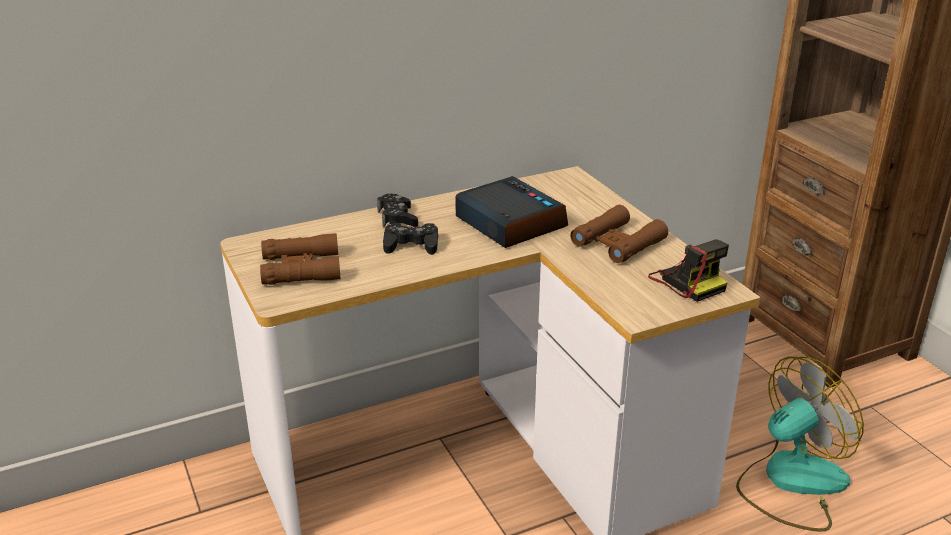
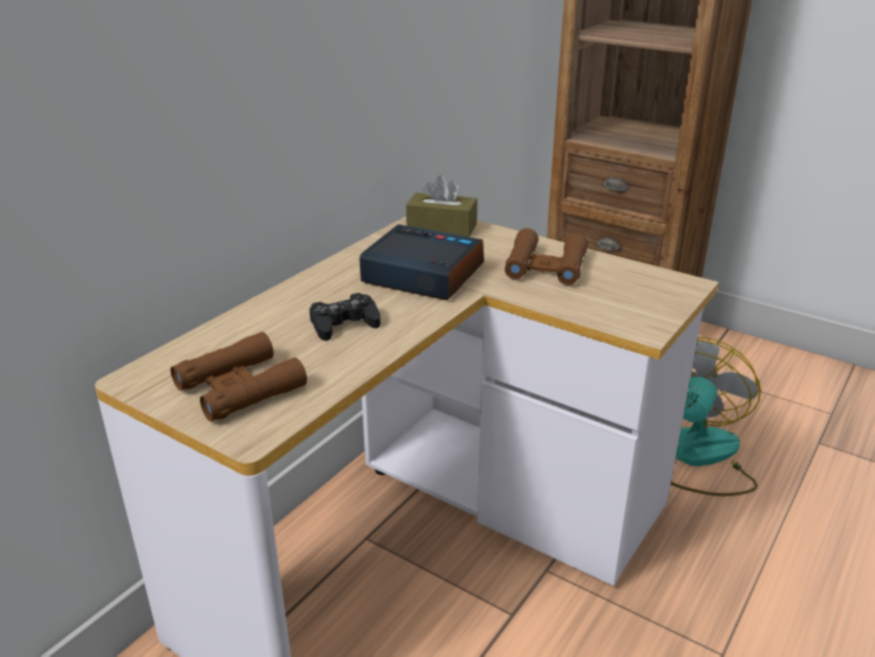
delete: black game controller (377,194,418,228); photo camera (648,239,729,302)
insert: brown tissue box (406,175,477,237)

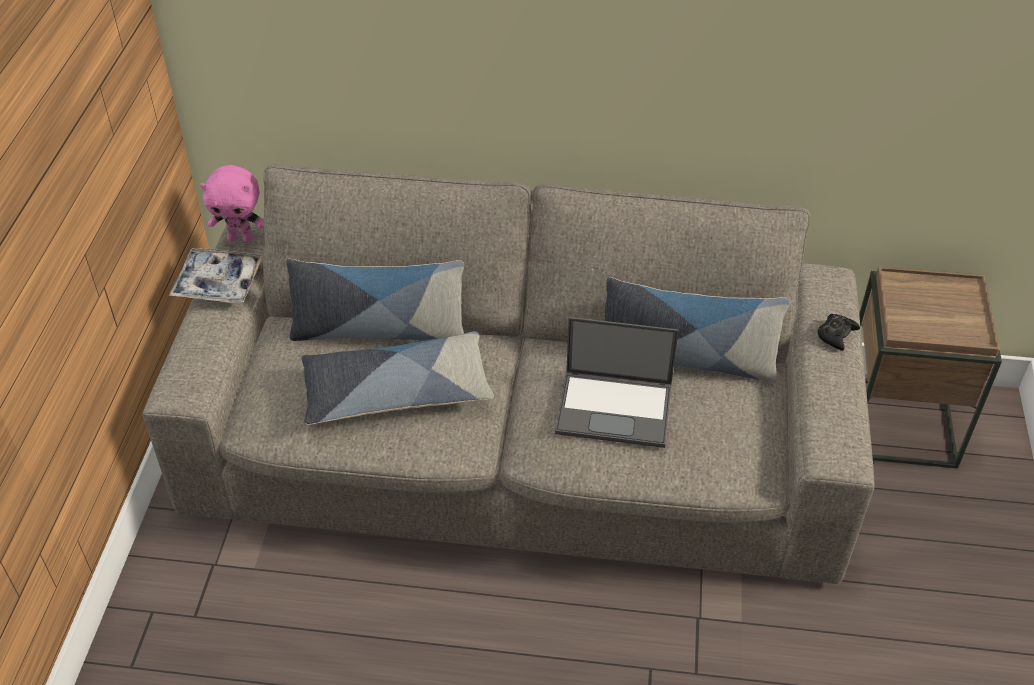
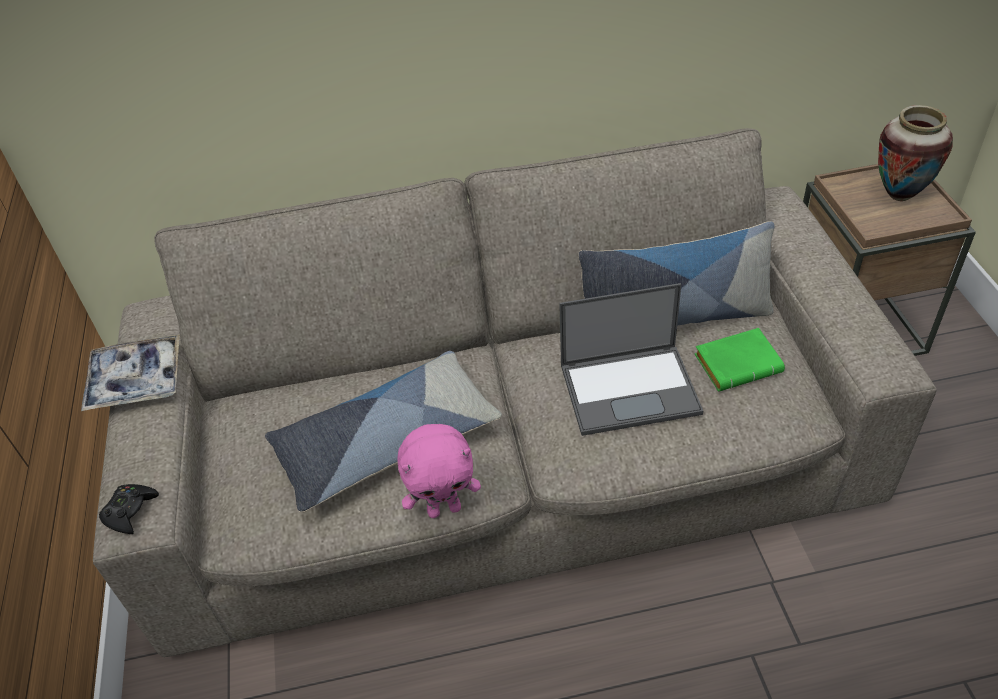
delete: pillow (286,259,464,341)
insert: green book (695,328,785,392); vase (878,105,953,201)
move: pink plush toy (200,165,264,242) to (397,424,481,518); black game controller (818,314,860,351) to (99,484,159,534)

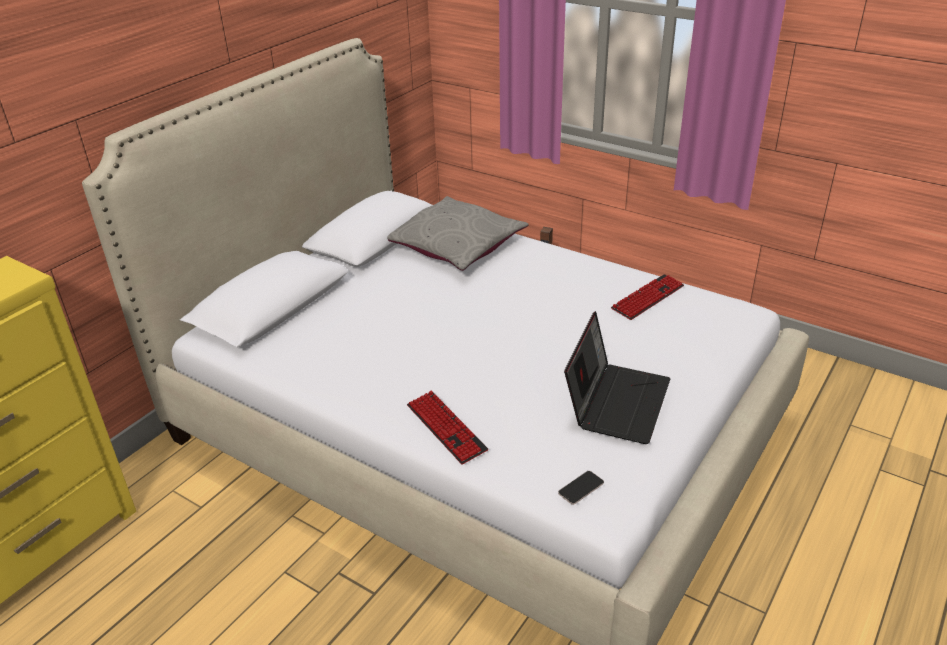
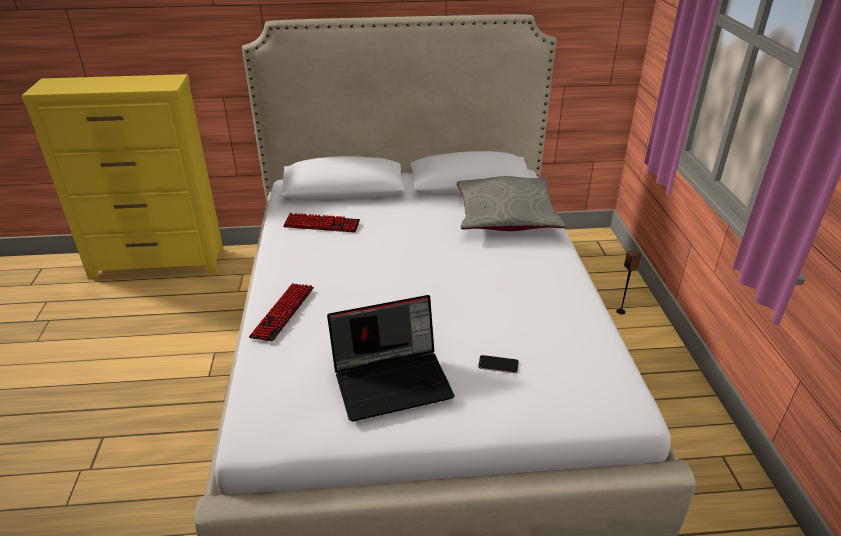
move: phone (558,471,604,505) to (478,355,519,373); keyboard (611,274,684,320) to (283,213,360,232)

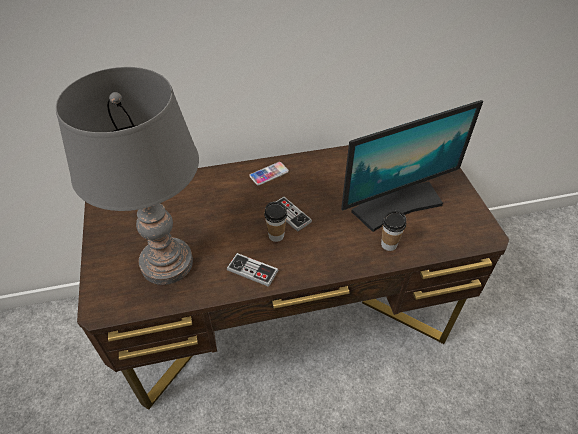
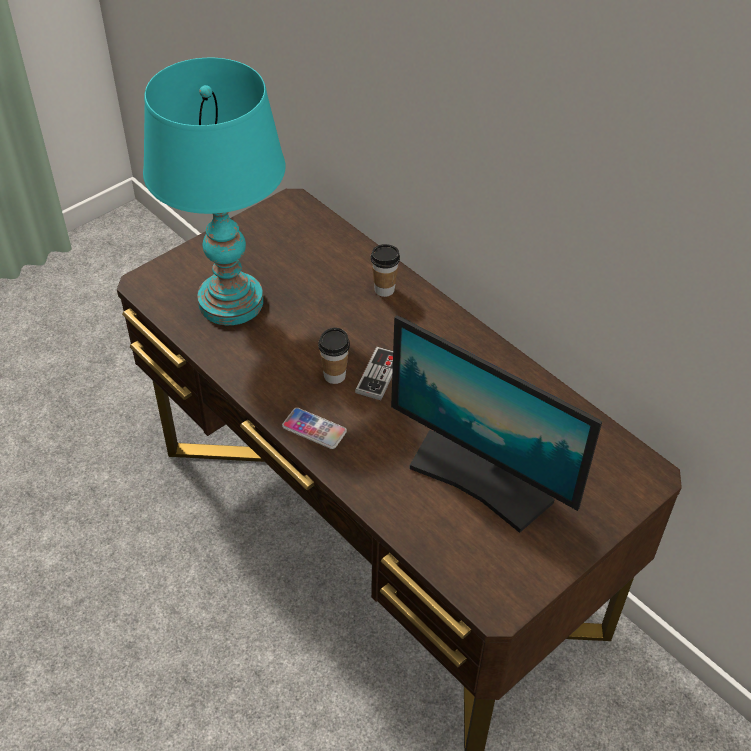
delete: game controller (227,253,278,287)
move: phone (249,162,289,185) to (282,408,347,449); cup (381,211,406,251) to (371,244,400,297)
recolor: grey table lamp (56,67,199,285) to turquoise table lamp (143,58,286,325)

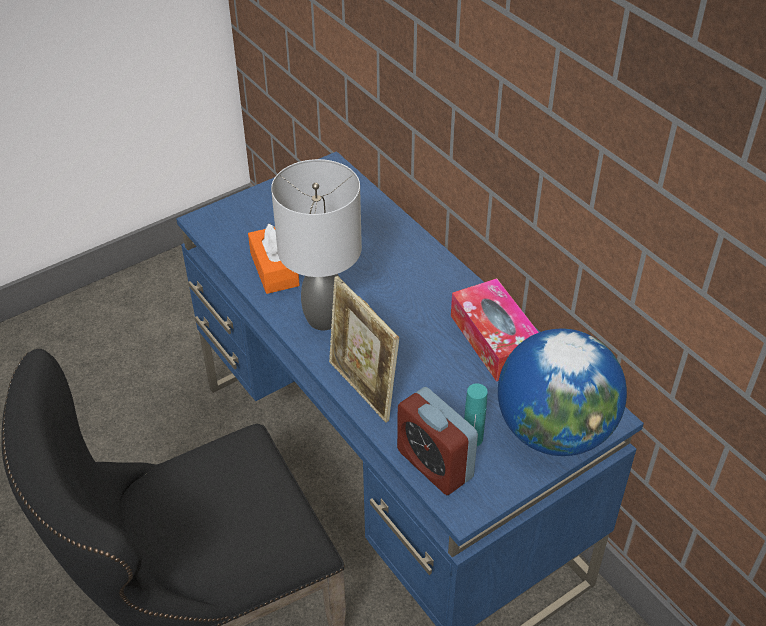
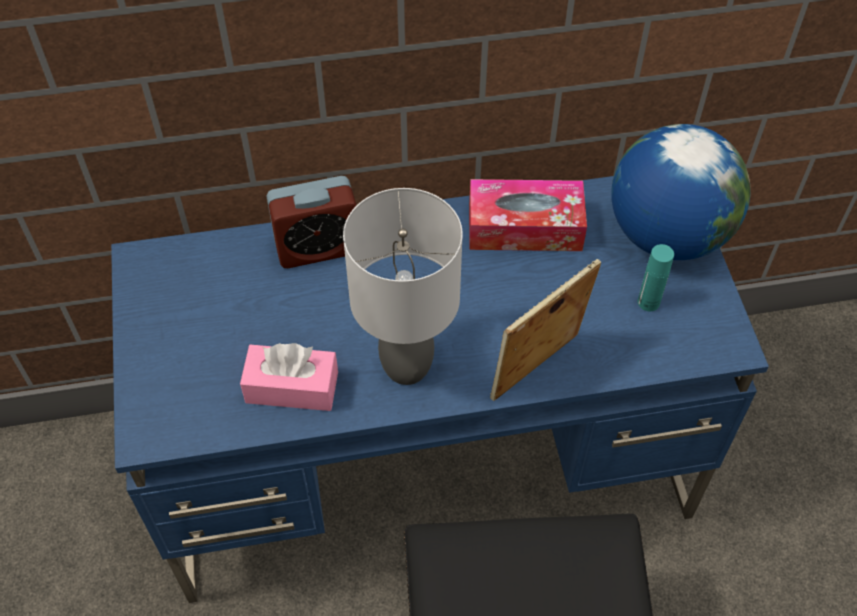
move: alarm clock (397,387,478,495) to (266,176,356,268)
recolor: orange tissue box (248,223,300,294) to pink tissue box (240,343,338,411)
rotate: picture frame (329,276,399,423) = (490,259,601,401) 150 degrees clockwise

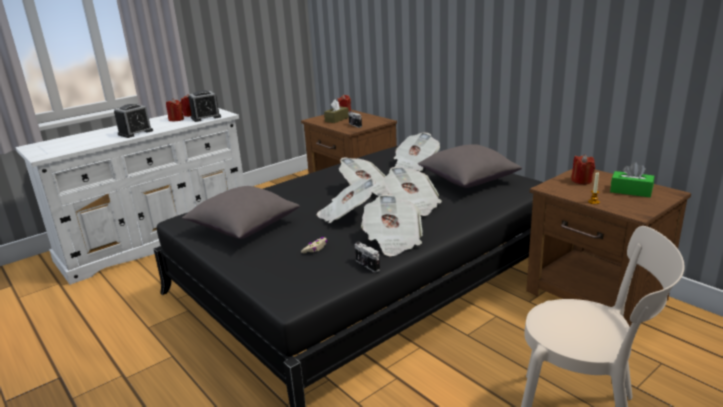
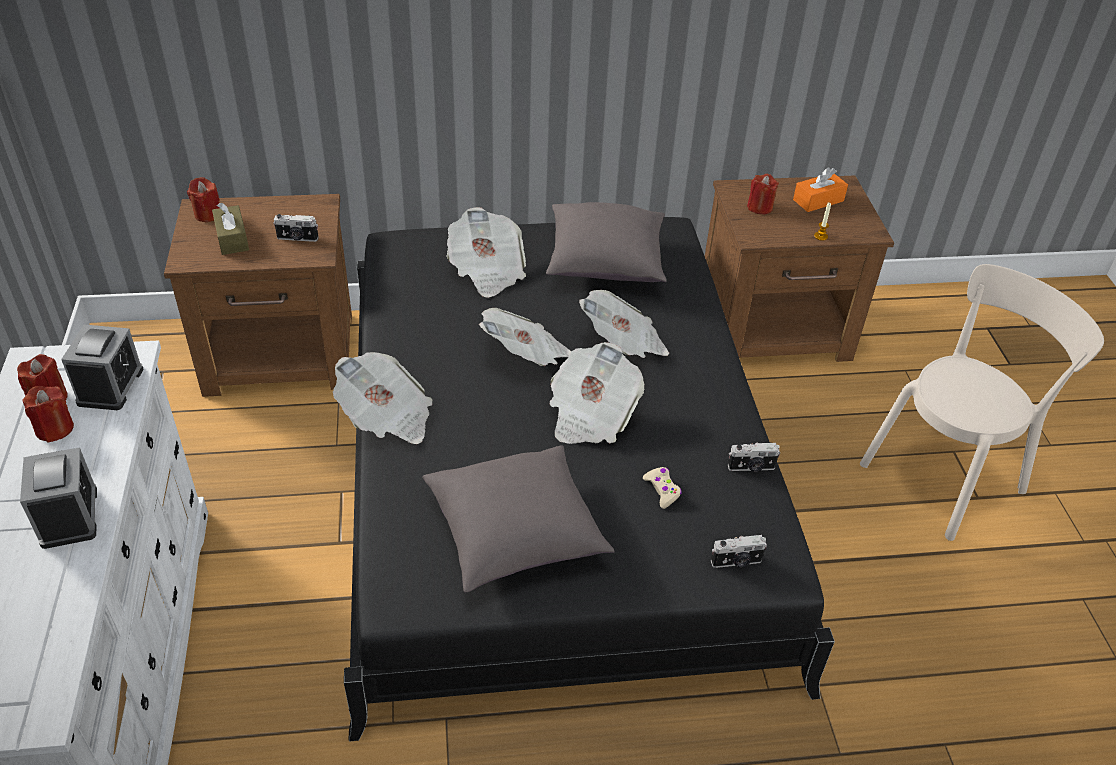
insert: photo camera (711,535,767,568)
move: newspaper (361,194,423,256) to (333,352,433,444)
recolor: green tissue box (610,162,654,197) to orange tissue box (793,167,848,212)

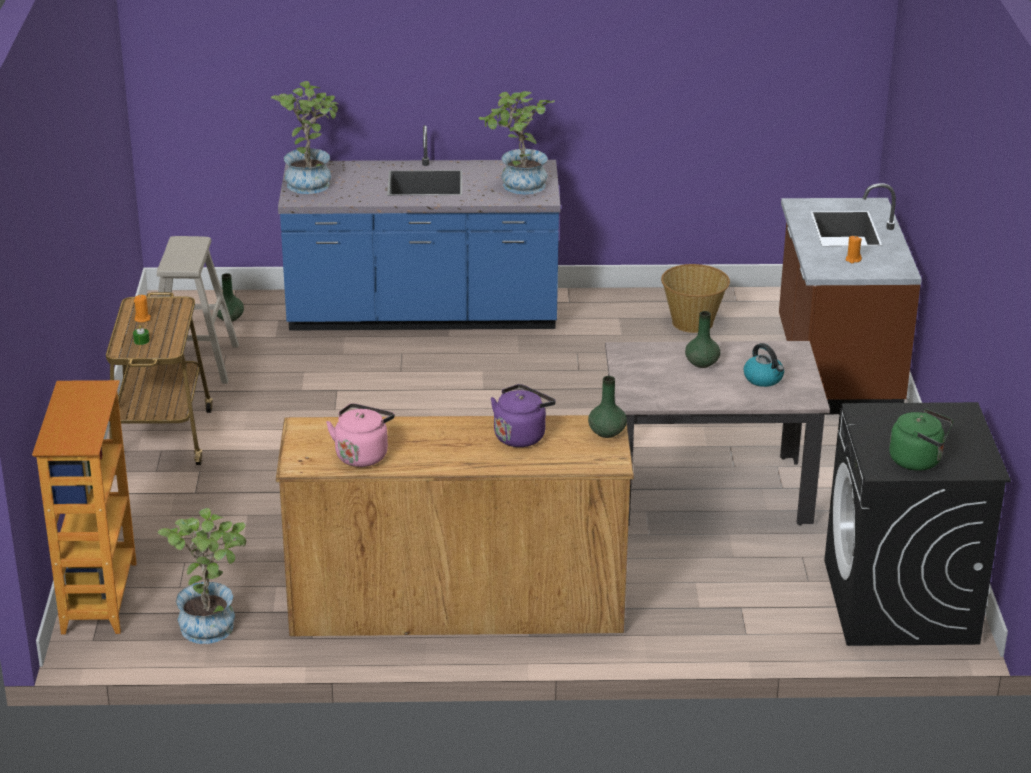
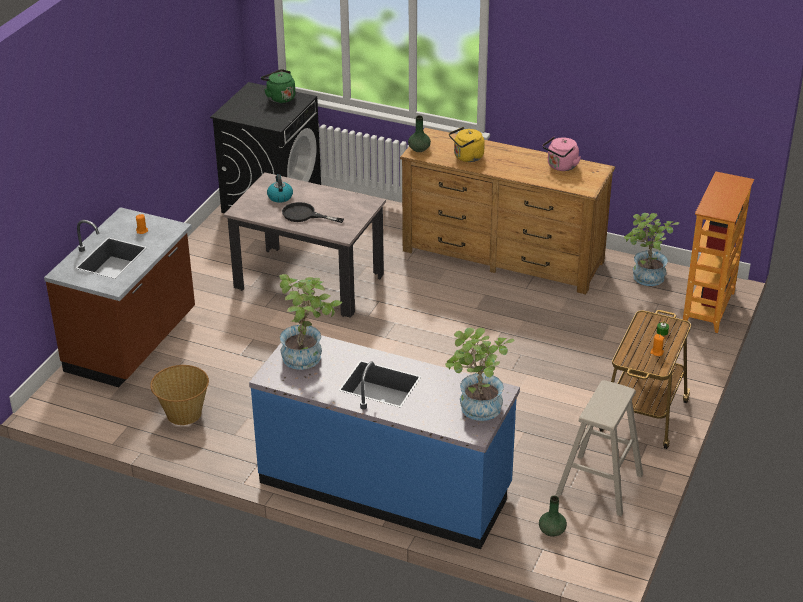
replace: green vase (685,311,720,368) to black frying pan (282,202,344,223)
recolor: purple kettle (491,384,556,447) to yellow kettle (449,127,485,162)

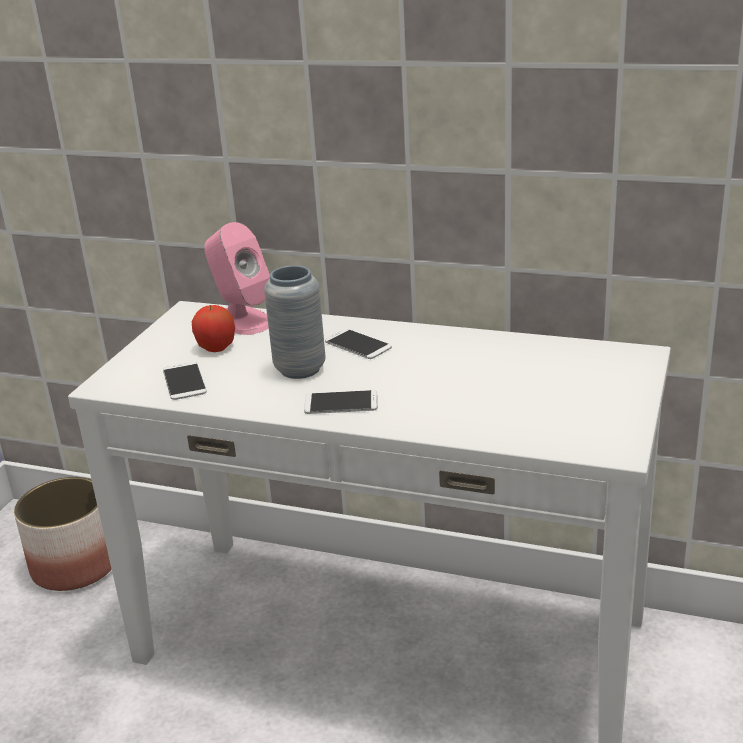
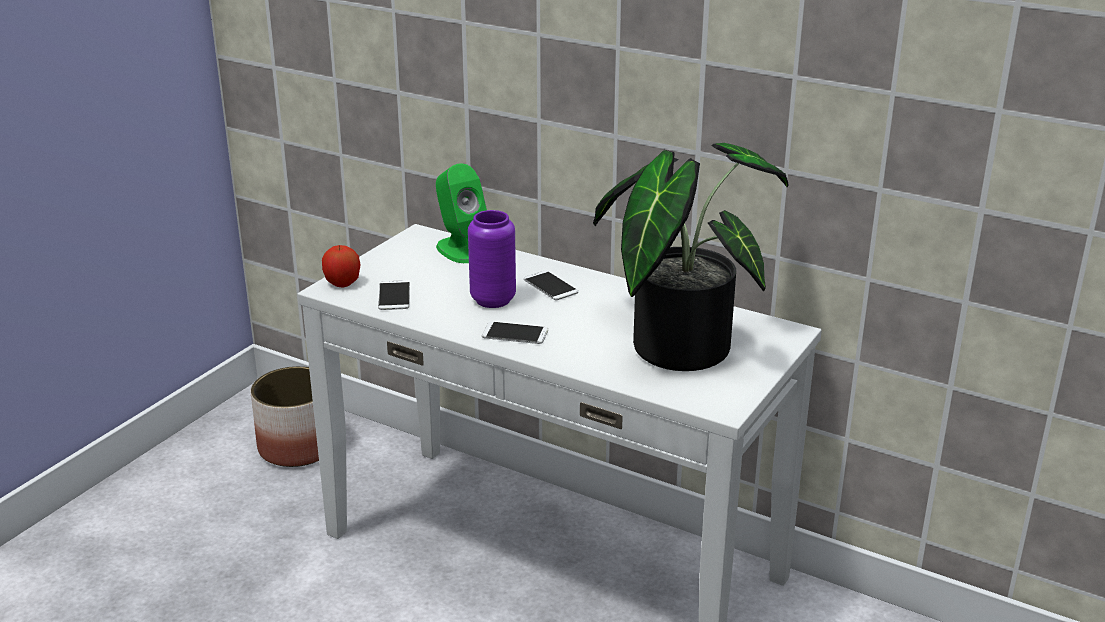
insert: potted plant (593,143,788,371)
move: apple (192,305,235,352) to (322,245,361,287)
recolor: pink speaker (204,222,270,335) to green speaker (436,163,487,263); grey vase (264,265,326,379) to purple vase (468,210,516,308)

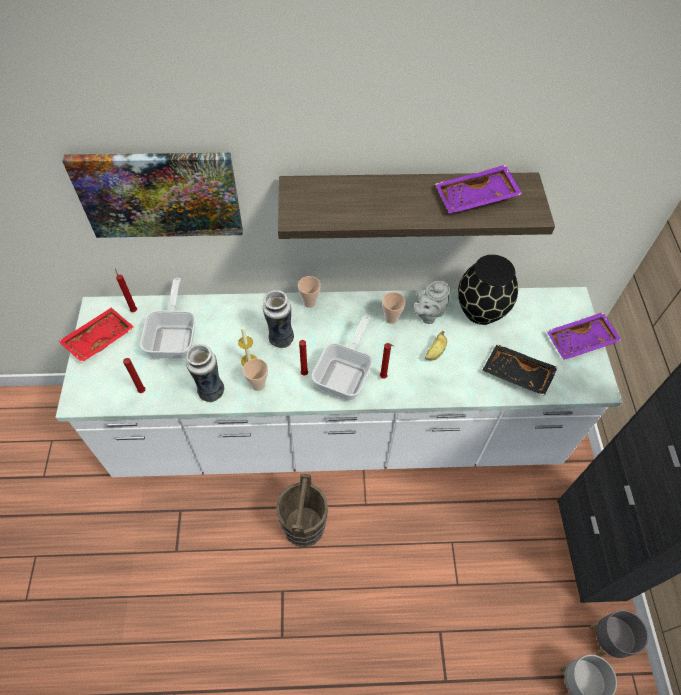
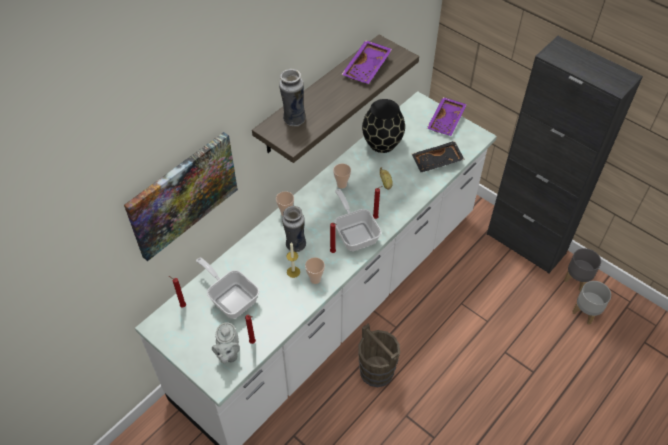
delete: red tray (58,307,135,363)
move: vase (186,344,224,402) to (279,69,306,126); grey teapot (414,281,450,324) to (212,322,240,363)

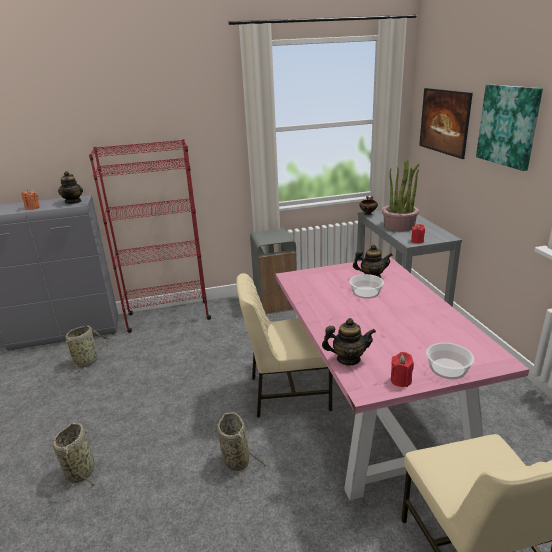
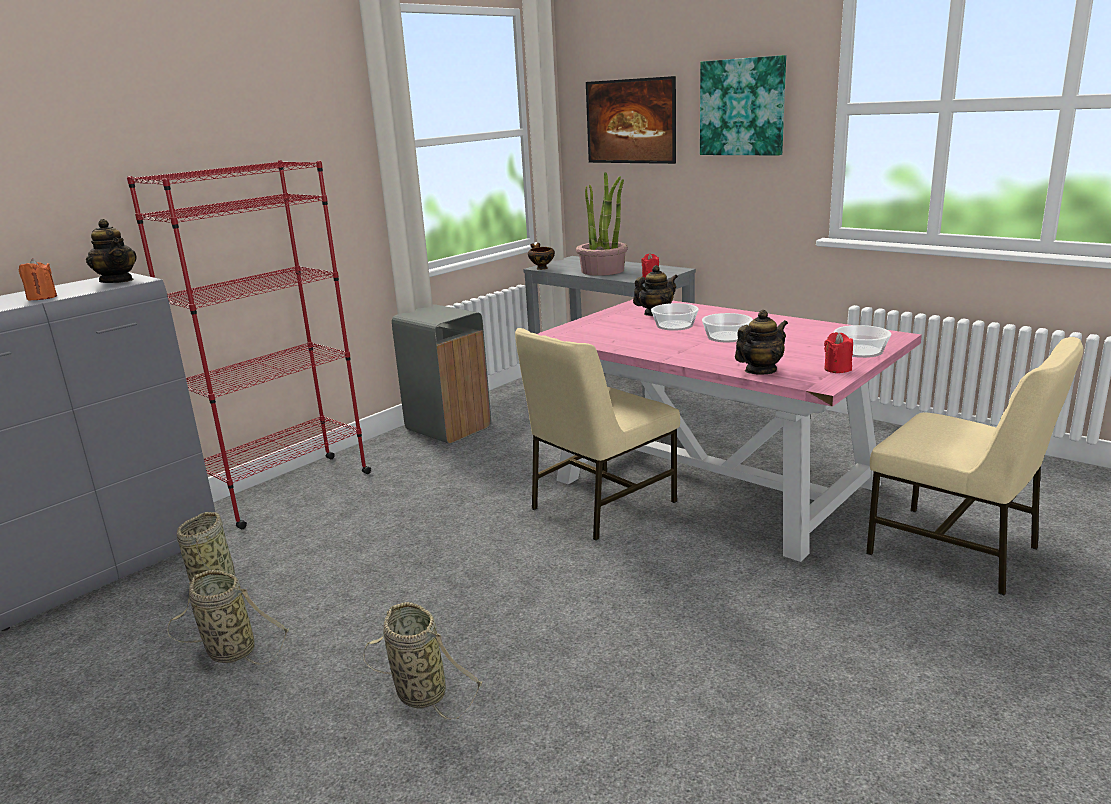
insert: bowl (702,313,753,342)
move: basket (213,412,267,483) to (167,570,289,665)

